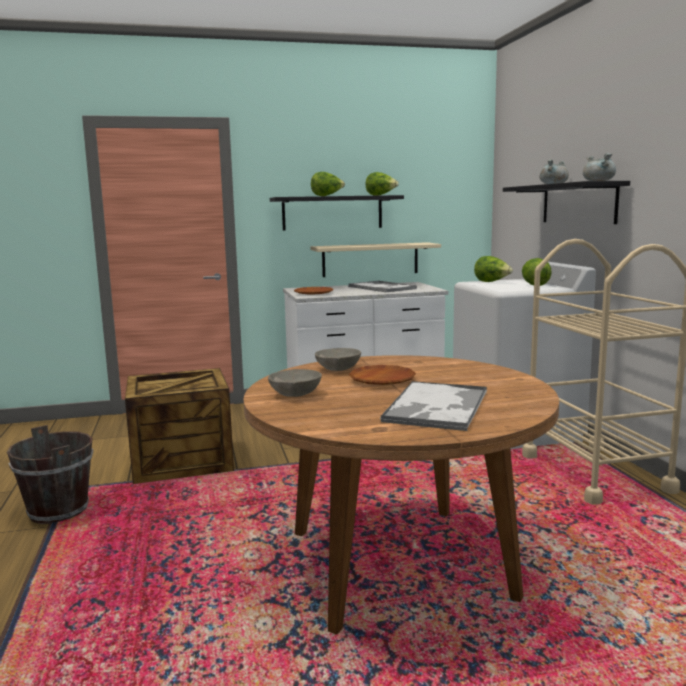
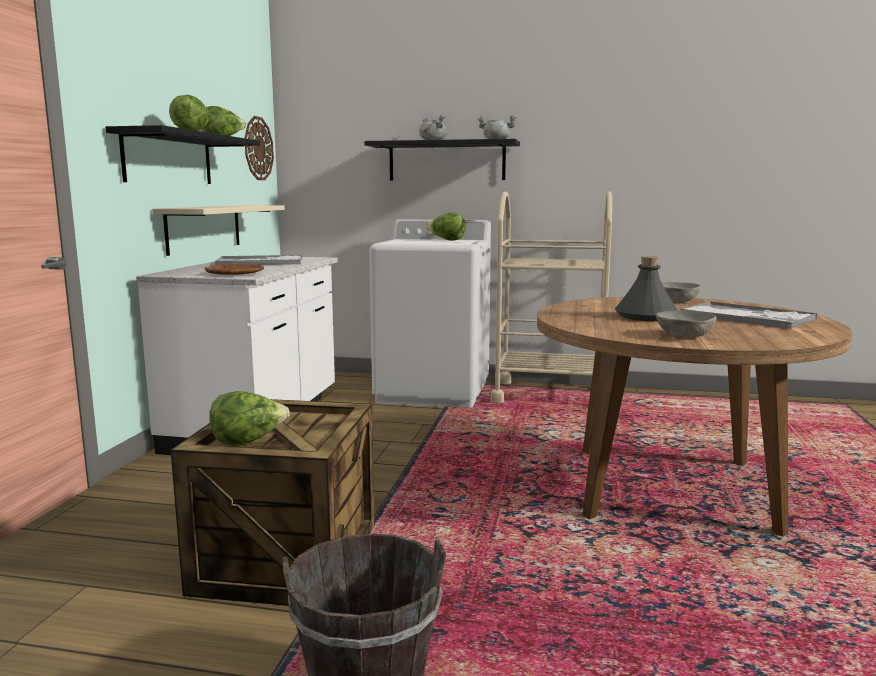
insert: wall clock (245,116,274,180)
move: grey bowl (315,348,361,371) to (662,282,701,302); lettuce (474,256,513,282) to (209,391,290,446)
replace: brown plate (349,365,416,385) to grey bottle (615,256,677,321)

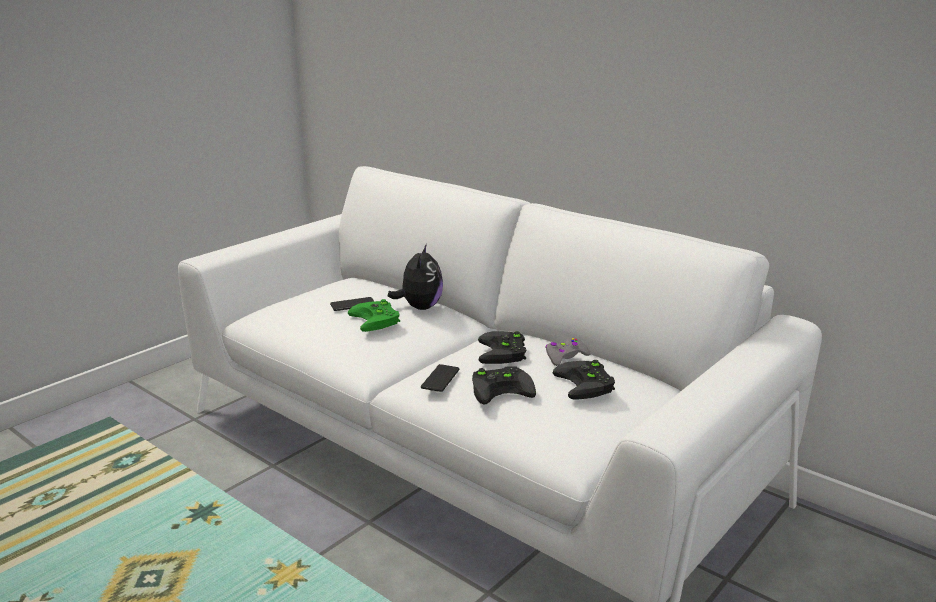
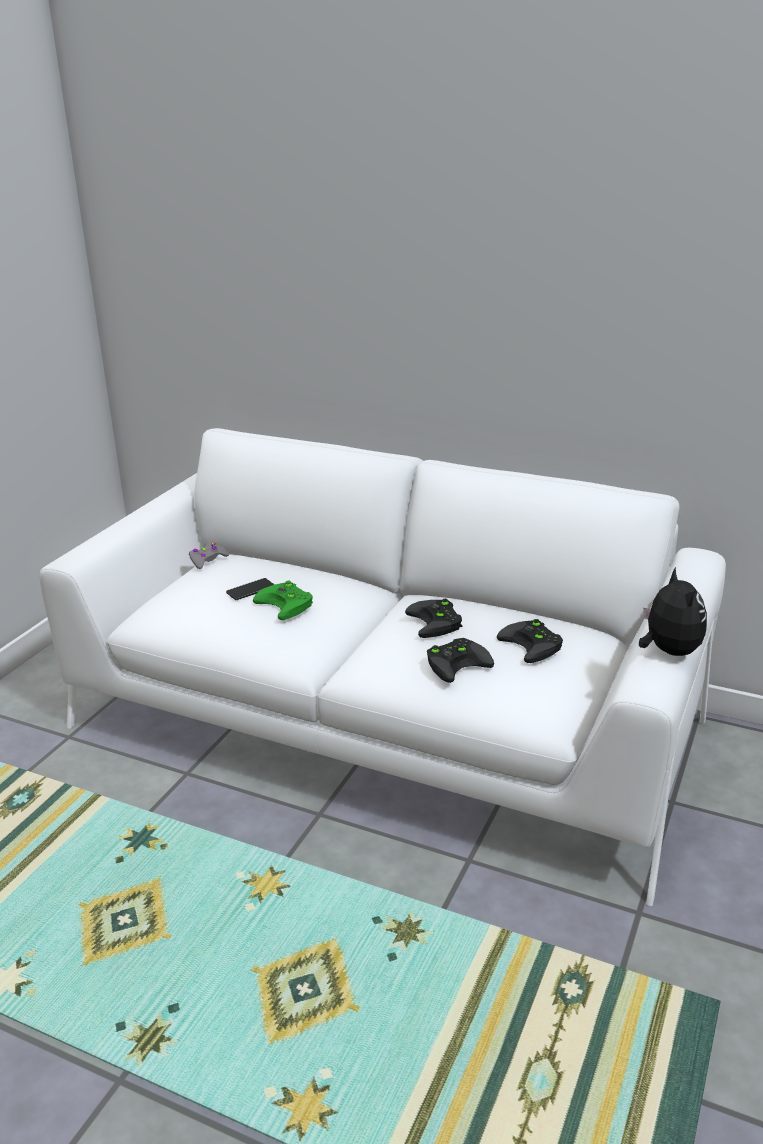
delete: phone (421,364,459,392)
move: plush toy (388,244,443,310) to (639,567,707,656); grey game controller (545,337,591,366) to (189,542,229,569)

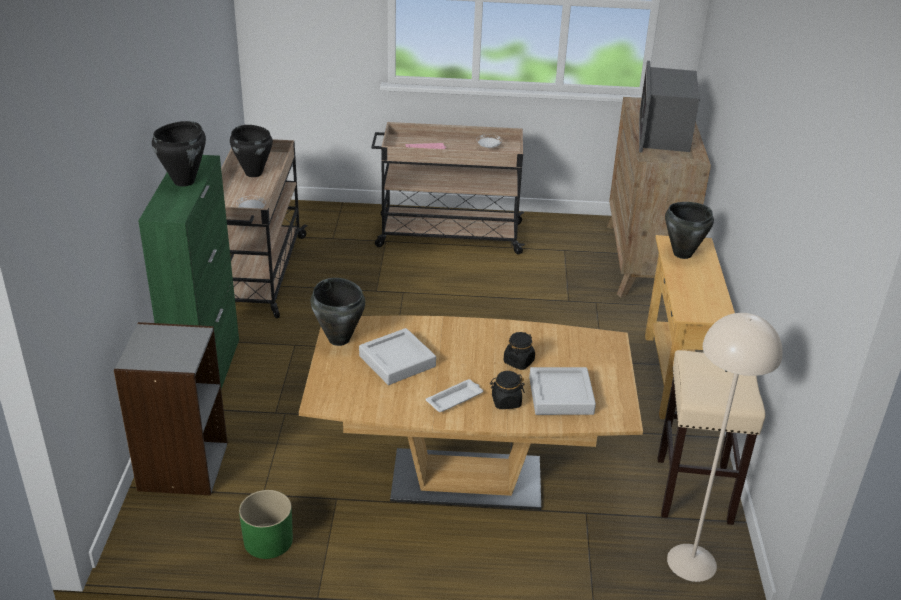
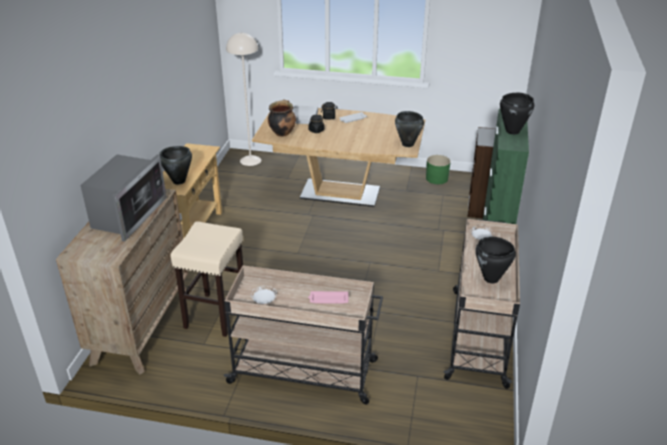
delete: grey tray (359,328,436,385)
insert: cooking pot (268,99,296,137)
move: beige stool (657,350,766,525) to (170,221,243,337)

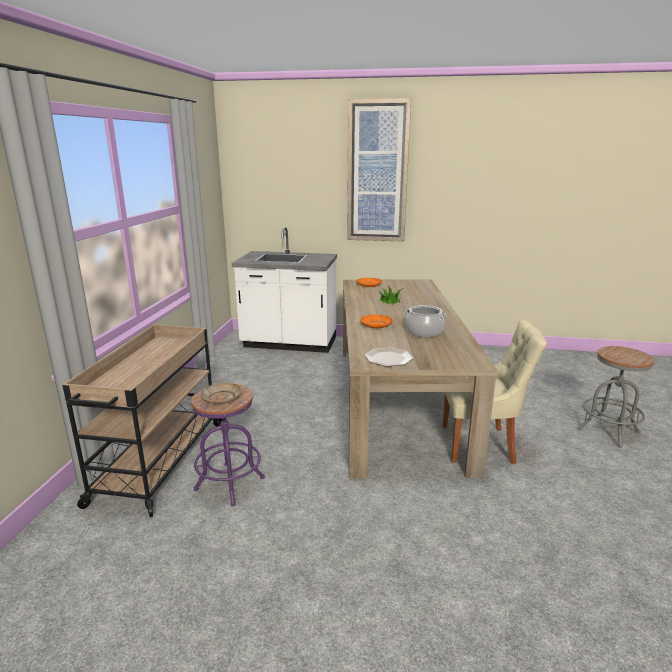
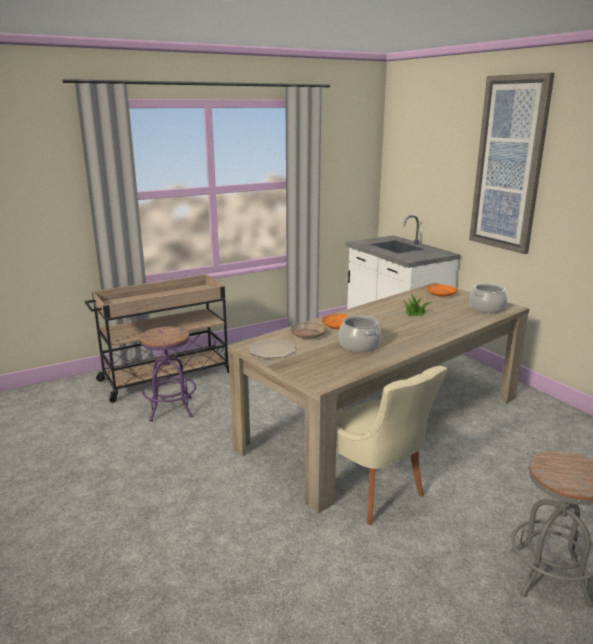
insert: cooking pot (469,283,507,313)
move: beige plate (200,383,242,404) to (290,322,326,339)

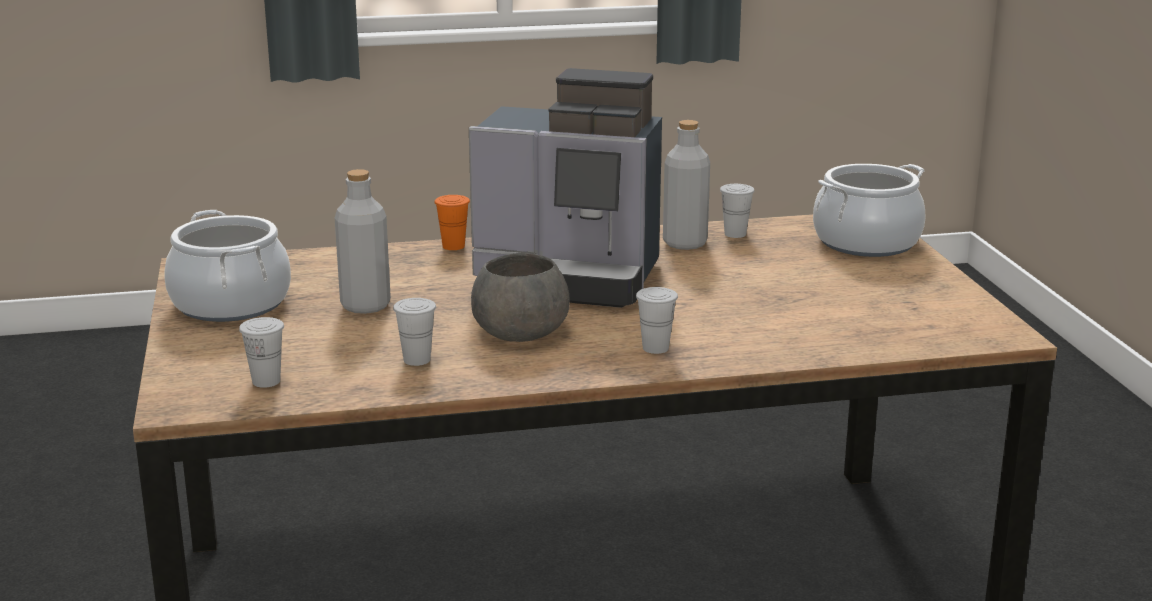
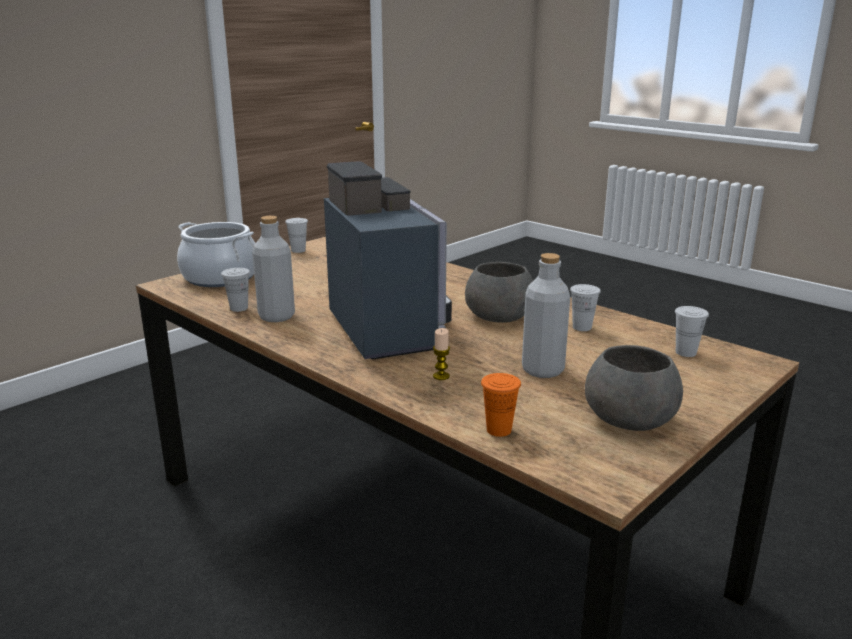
insert: candle (433,328,450,380)
move: orange cup (435,195,470,250) to (481,373,521,437); white cup (636,287,678,354) to (285,218,308,253)
replace: cooking pot (165,210,291,322) to grey bowl (585,345,683,431)

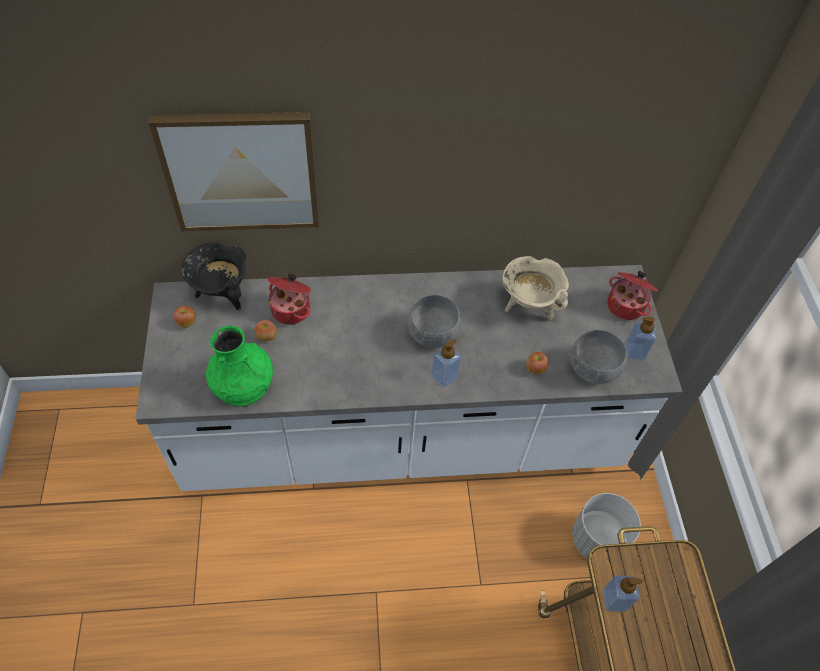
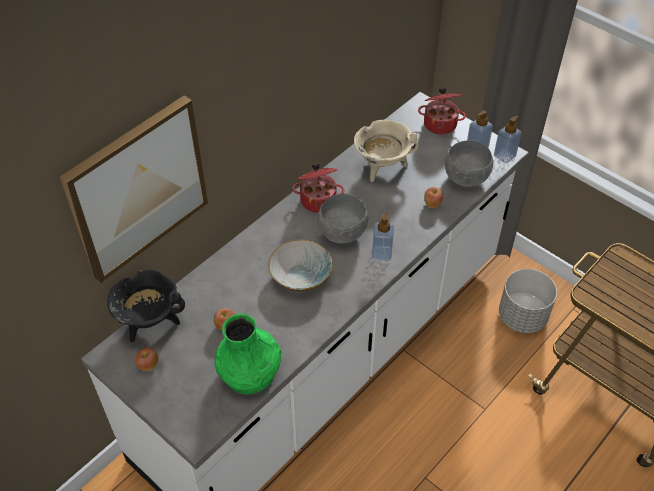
insert: bowl (268,239,332,291)
move: cooking pot (268,274,311,325) to (292,164,344,213); soap dispenser (603,576,643,612) to (494,116,522,163)

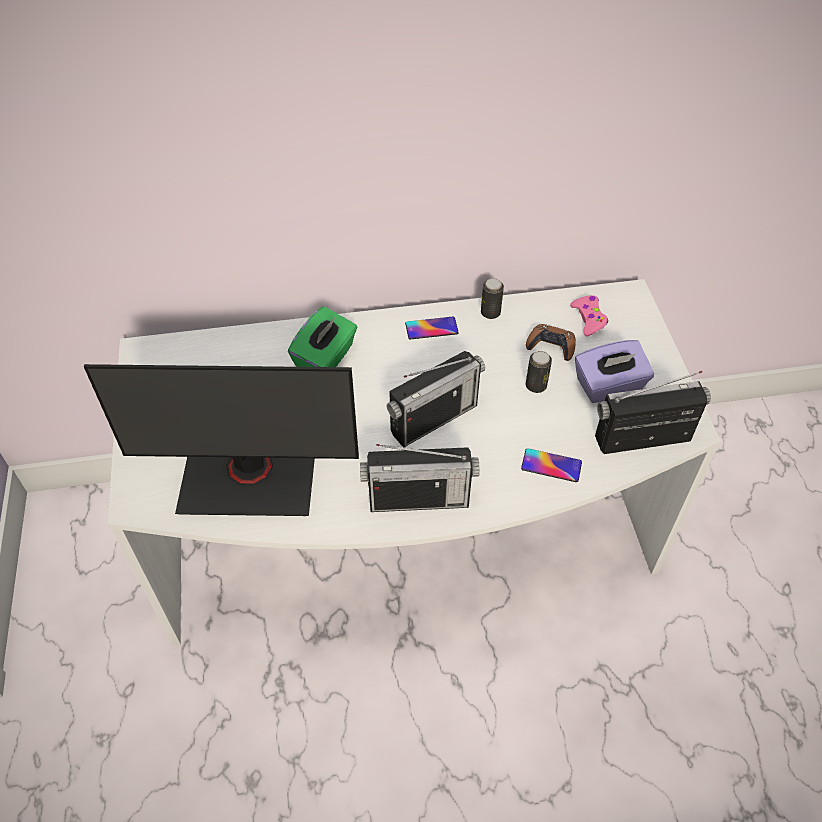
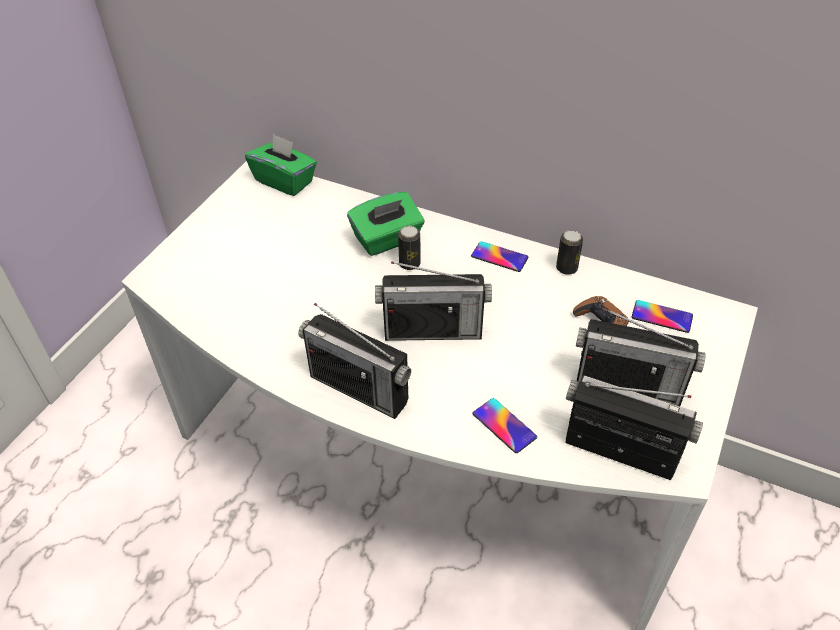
delete: monitor (84,364,359,516)
insert: green tissue box (245,134,317,196)
move: can (526,351,552,393) to (398,226,421,270)
replace: pink game controller (570,295,608,336) to phone (632,300,693,333); purple tissue box (575,340,654,403) to radio (576,308,706,406)

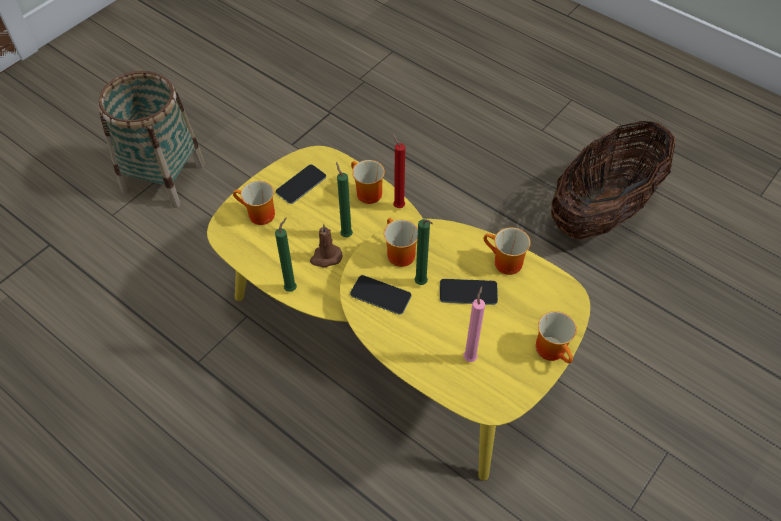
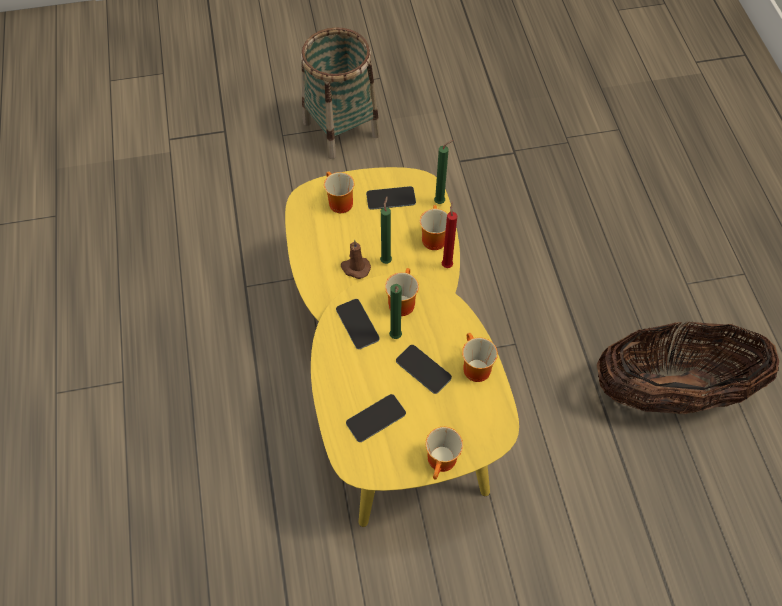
move: green candle (275,217,297,292) to (434,140,454,204)
replace: pink candle (463,286,485,362) to phone (346,394,406,442)

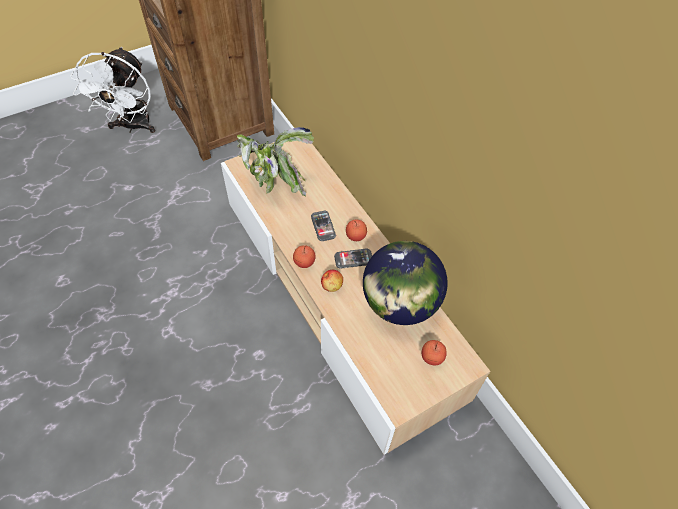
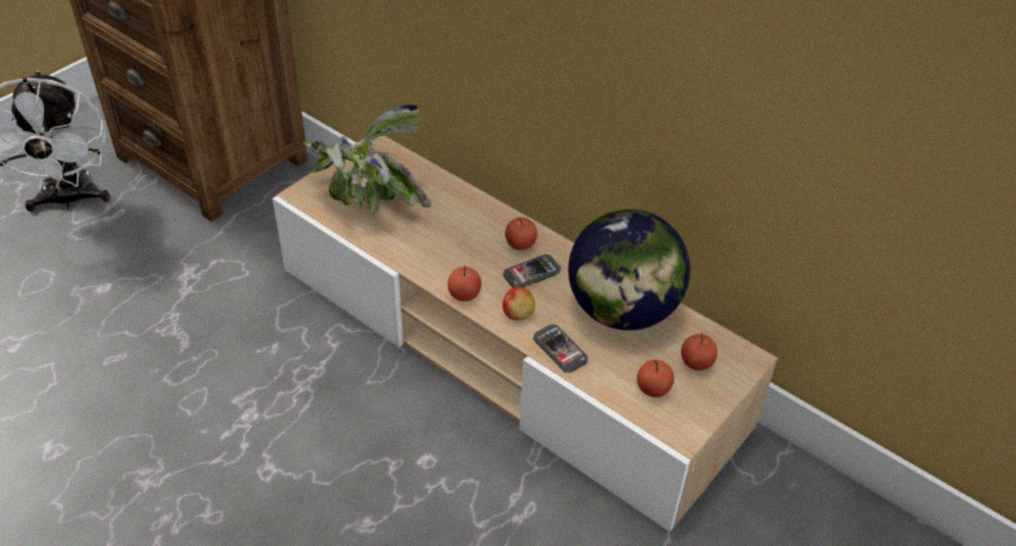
insert: apple (637,360,674,397)
move: phone (311,211,336,241) to (533,324,588,373)

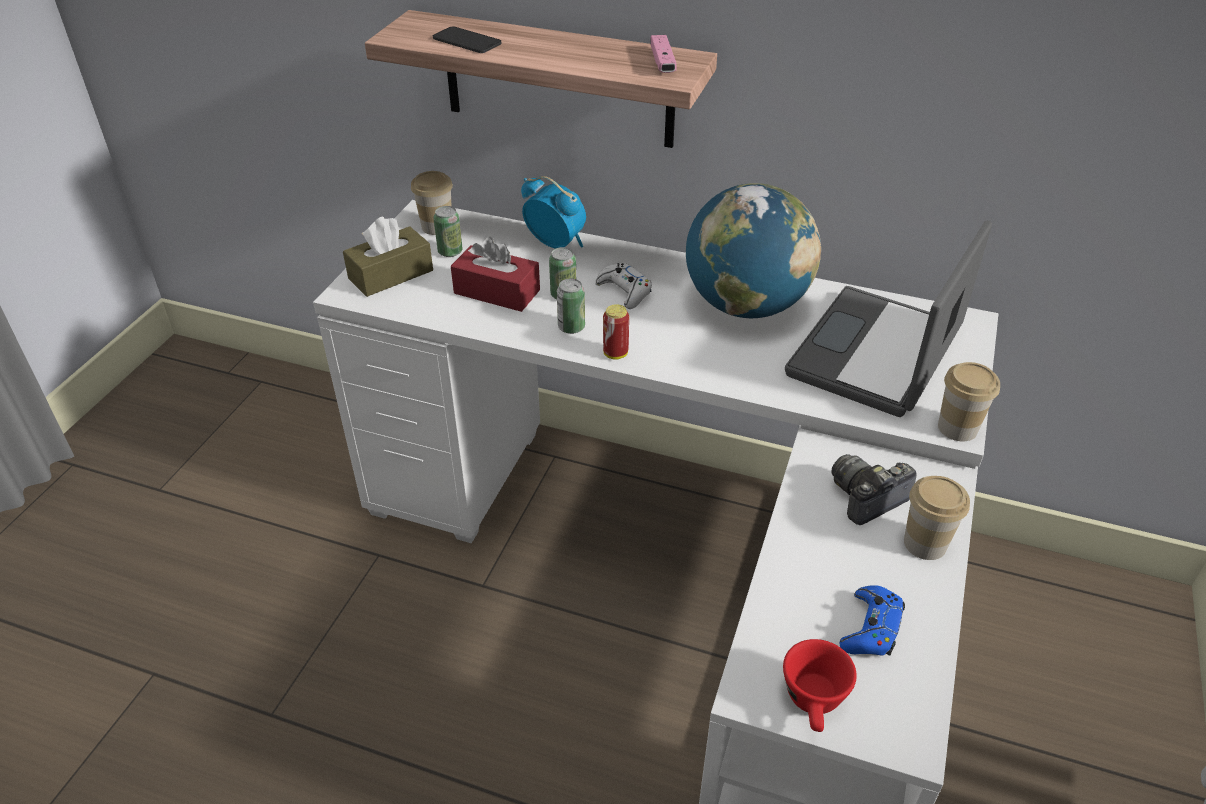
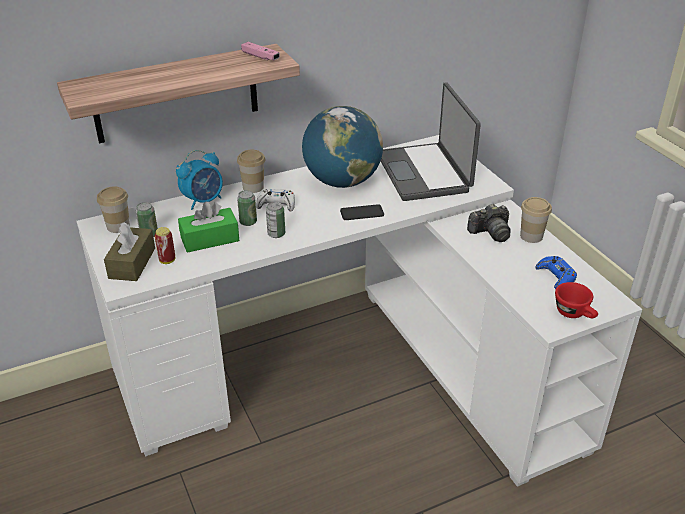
move: phone (433,27,502,53) to (340,204,384,220); can (603,304,629,360) to (155,227,175,264); cup (938,362,1000,441) to (237,150,265,193)
recolor: red tissue box (451,237,540,312) to green tissue box (178,202,240,253)
rotate: alarm clock (521,176,586,248) = (176,150,223,210) 150 degrees clockwise; photo camera (831,454,917,525) = (467,204,511,242) 120 degrees counterclockwise

